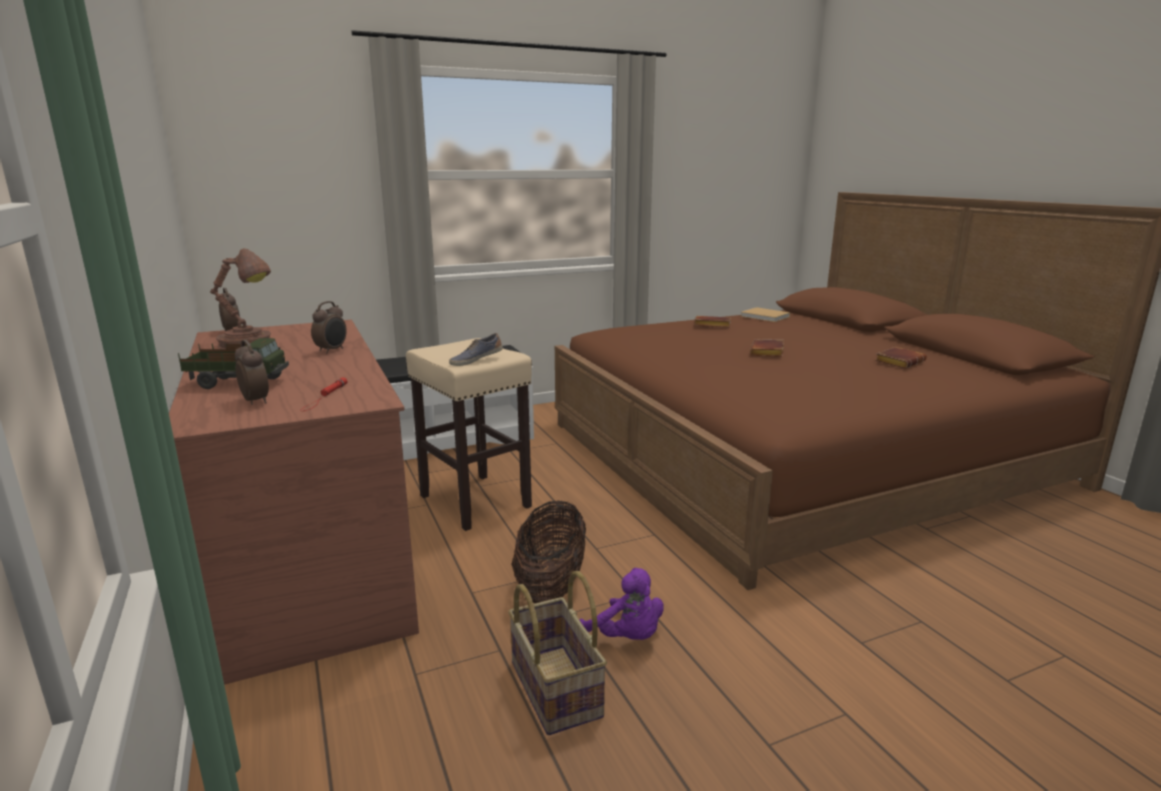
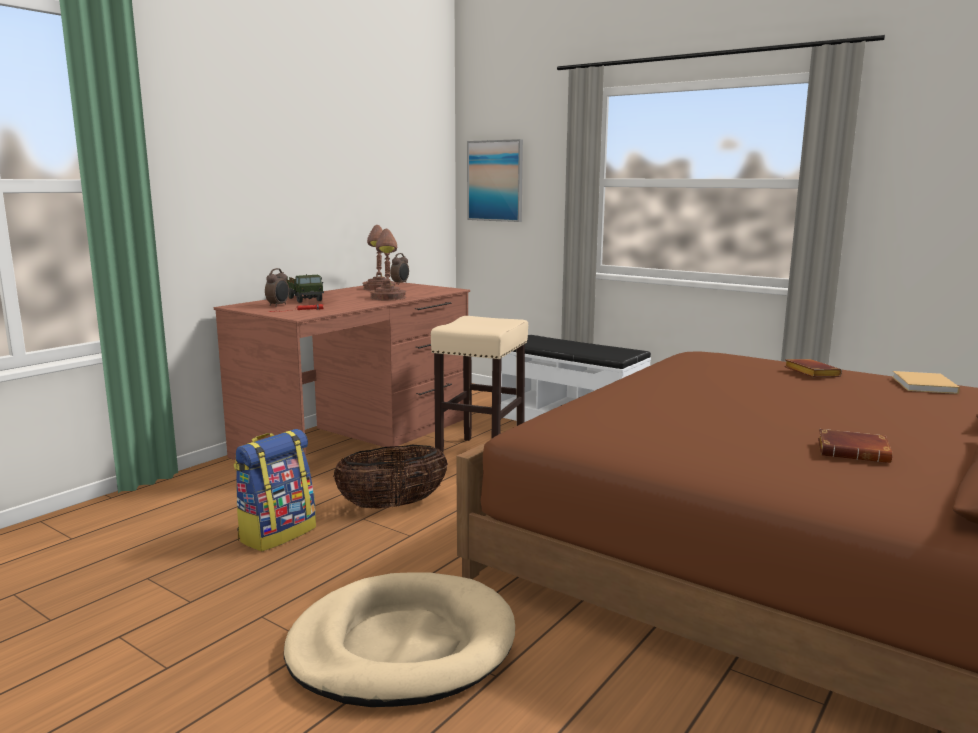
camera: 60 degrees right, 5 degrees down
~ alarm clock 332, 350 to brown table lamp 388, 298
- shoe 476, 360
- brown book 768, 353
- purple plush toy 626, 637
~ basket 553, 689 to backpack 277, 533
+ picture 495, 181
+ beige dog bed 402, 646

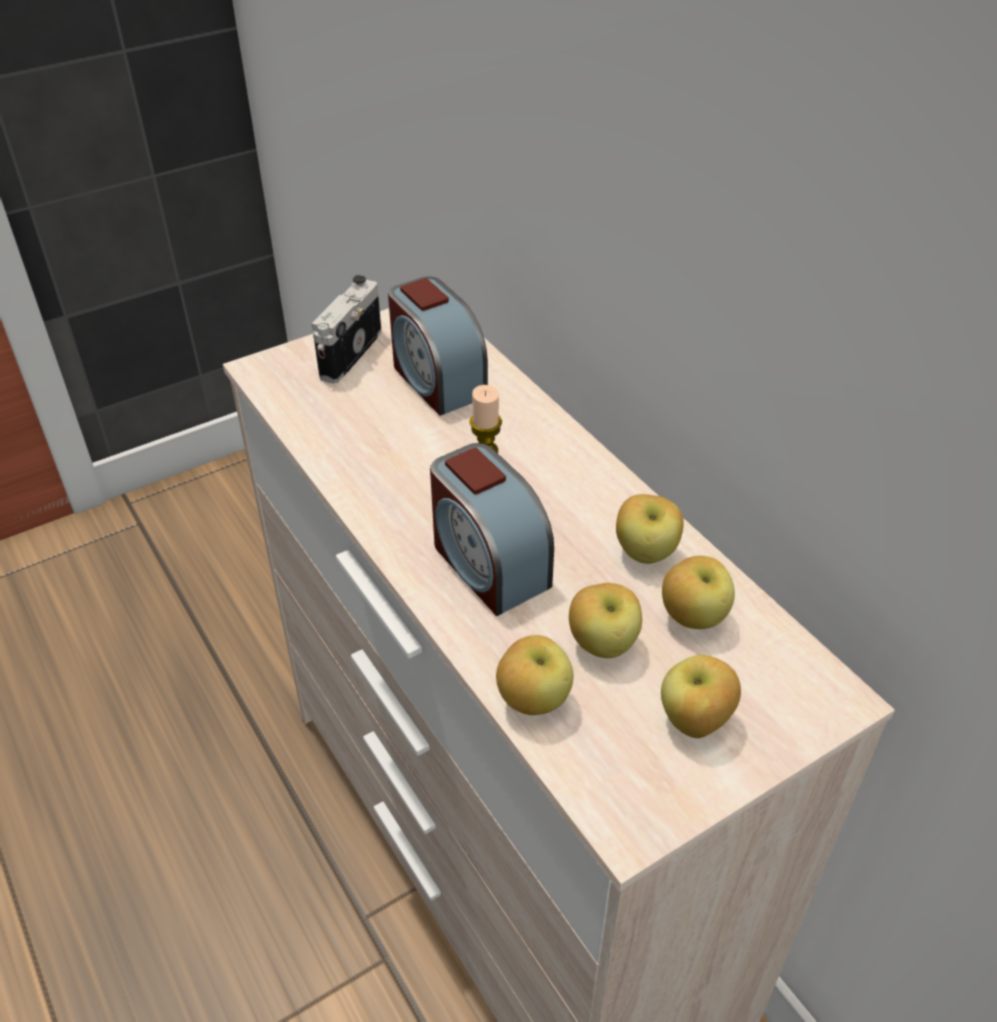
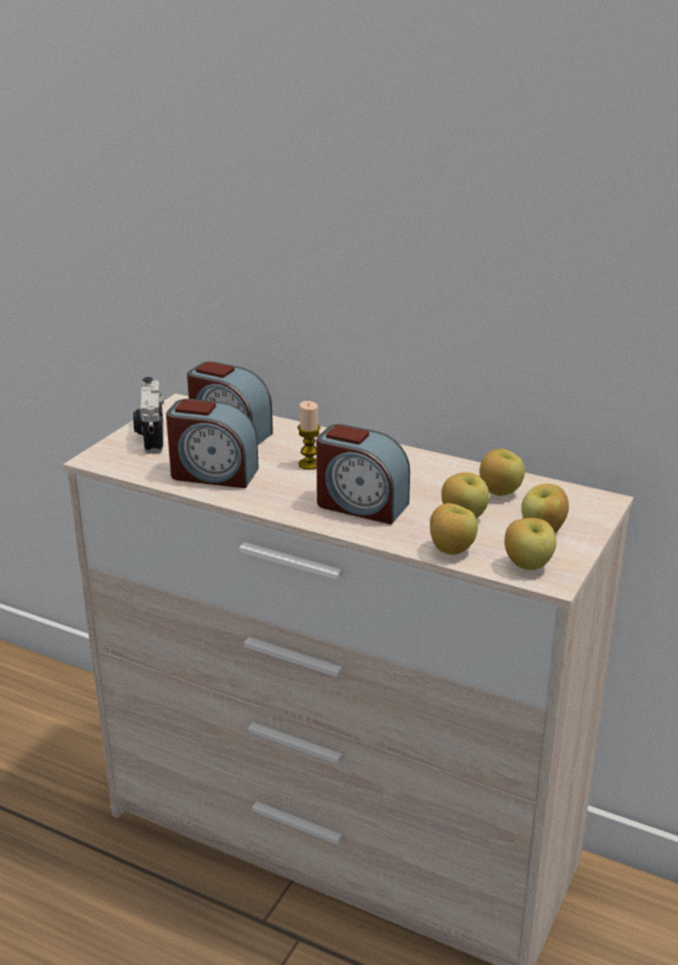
camera: 30 degrees left, 15 degrees down
~ apple 646, 553 to 528, 566
+ alarm clock 213, 474

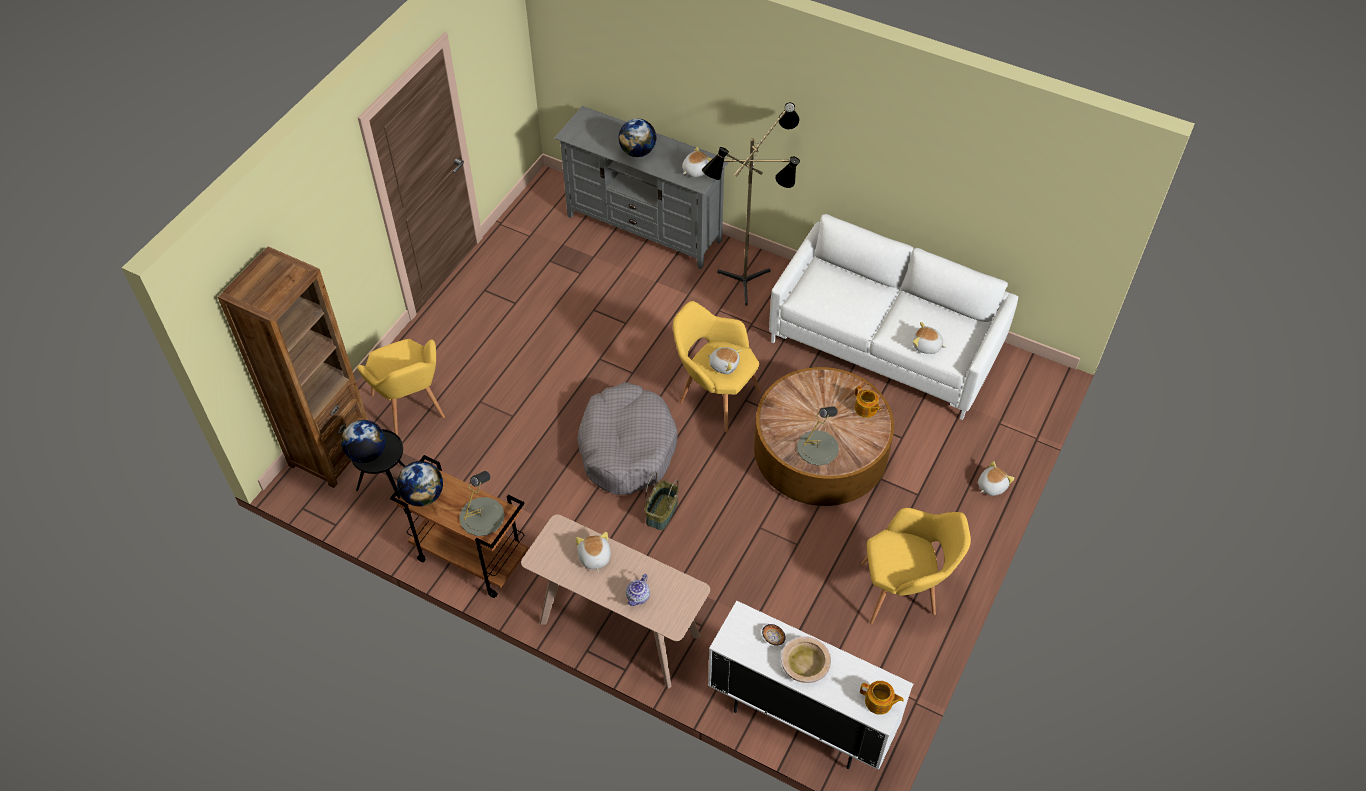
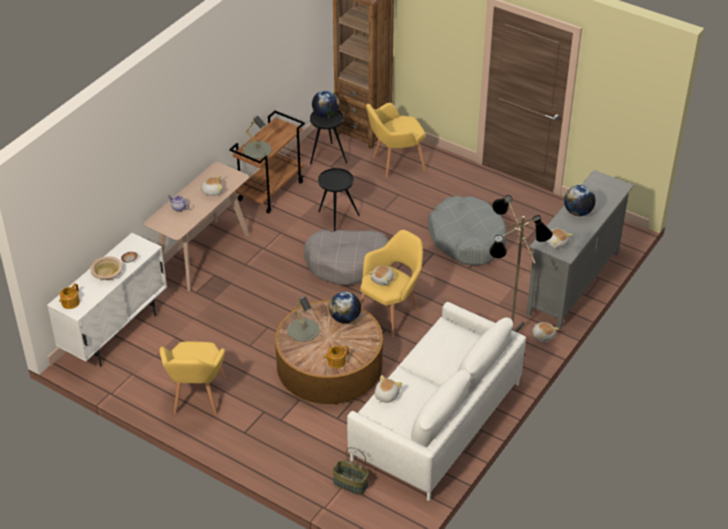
camera: 95 degrees right, 10 degrees down
~ globe 423, 495 to 345, 319
~ plush toy 991, 485 to 543, 336
~ basket 662, 512 to 350, 484
+ black side table 336, 219
+ grey dog bed 467, 239

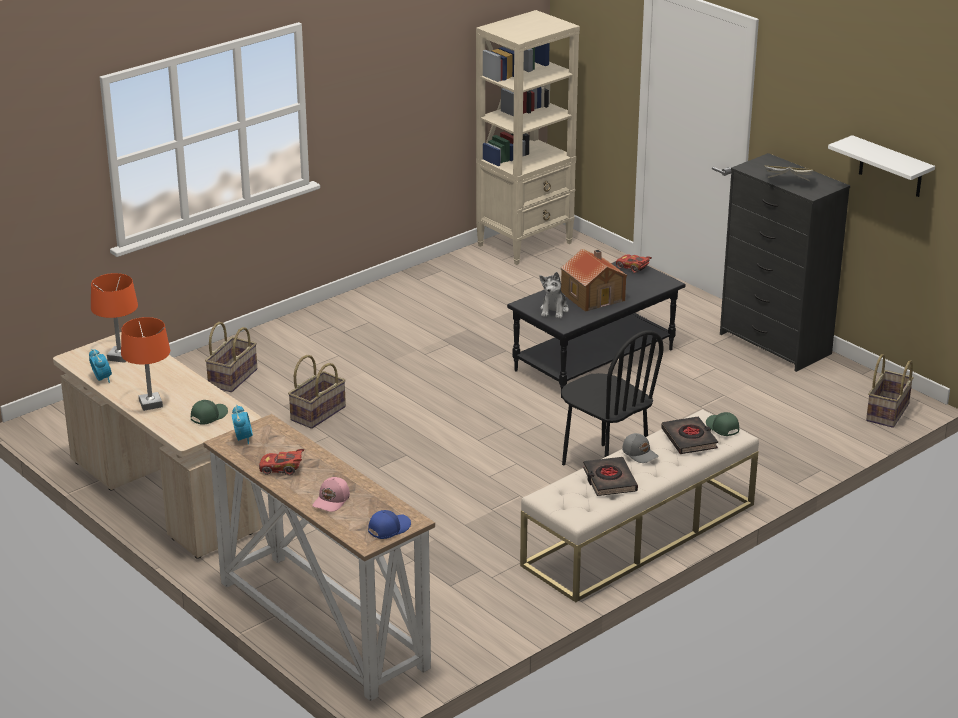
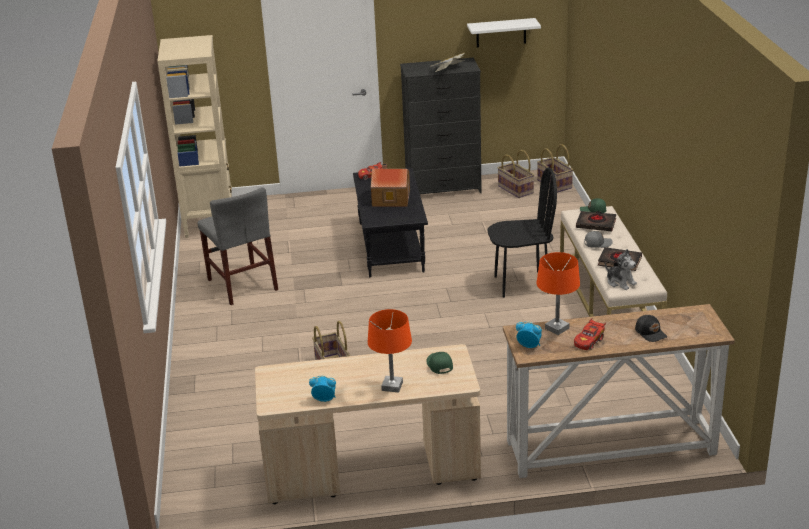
camera: 55 degrees left, 0 degrees up
~ plush toy 554, 310 to 620, 282
~ orange table lamp 119, 357 to 556, 328
~ basket 232, 378 to 515, 190
~ pink cap 332, 501 to black cap 651, 333
- blue cap 388, 528
+ grey chair 242, 285

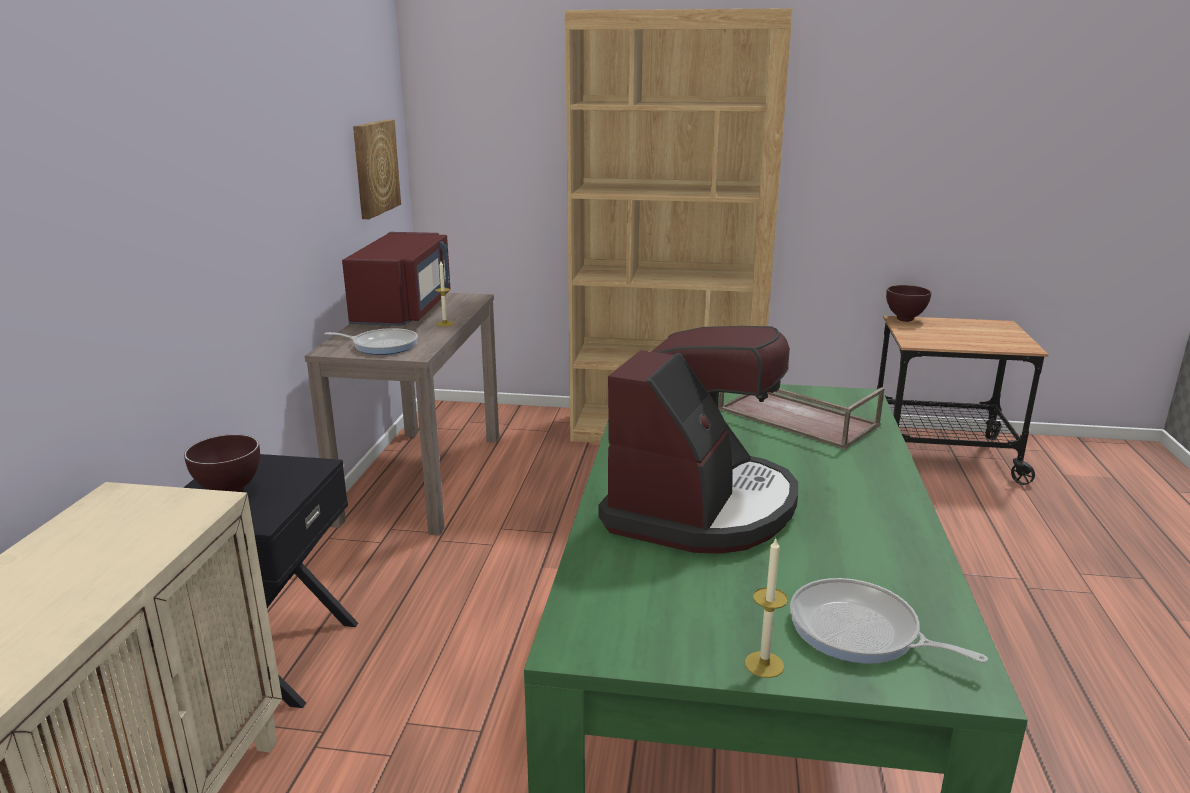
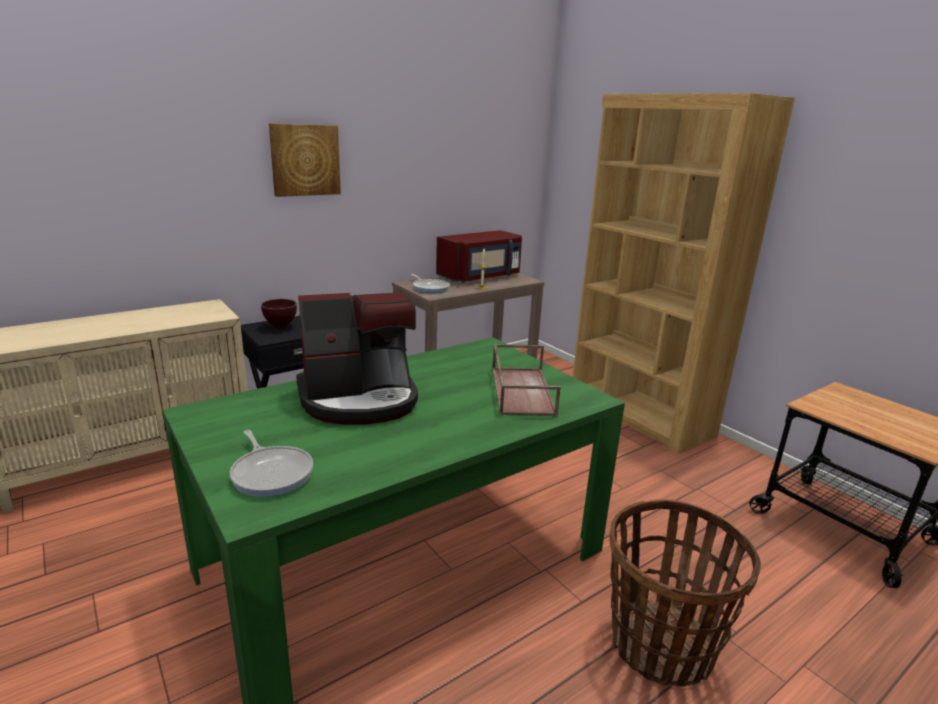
camera: 45 degrees right, 0 degrees up
~ picture 374, 167 to 305, 160
- brown bowl 904, 320
- candle 764, 664
~ frying pan 860, 632 = 271, 473 150 degrees clockwise
+ basket 660, 646

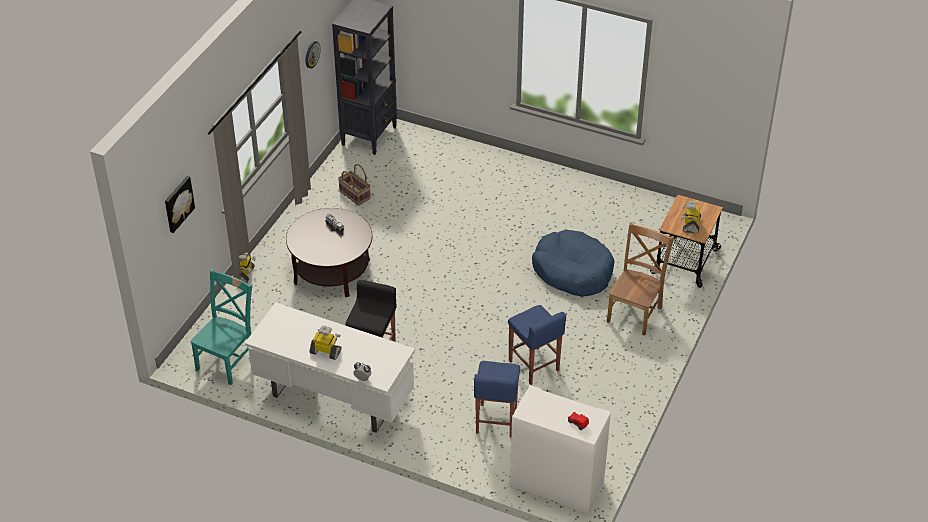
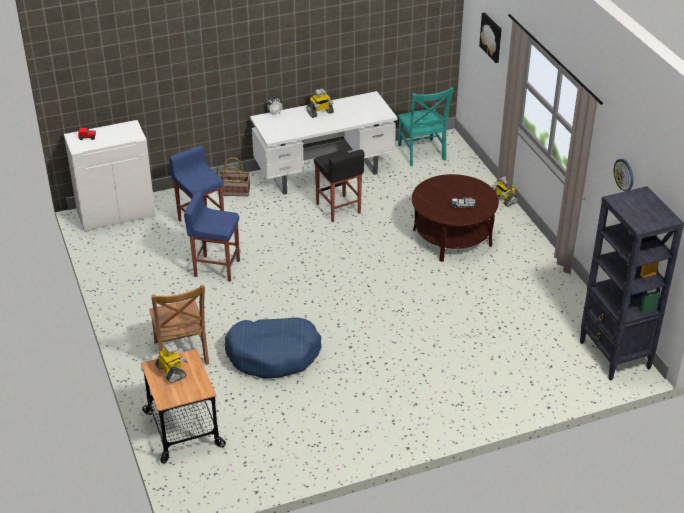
camera: 135 degrees right, 5 degrees down
~ basket 354, 195 to 234, 191

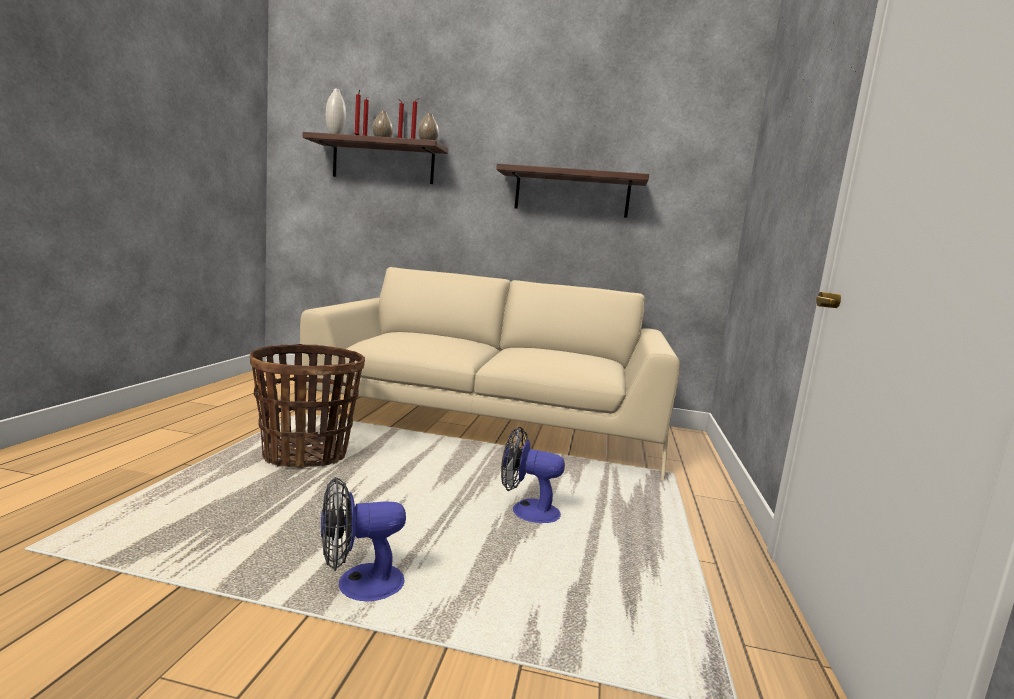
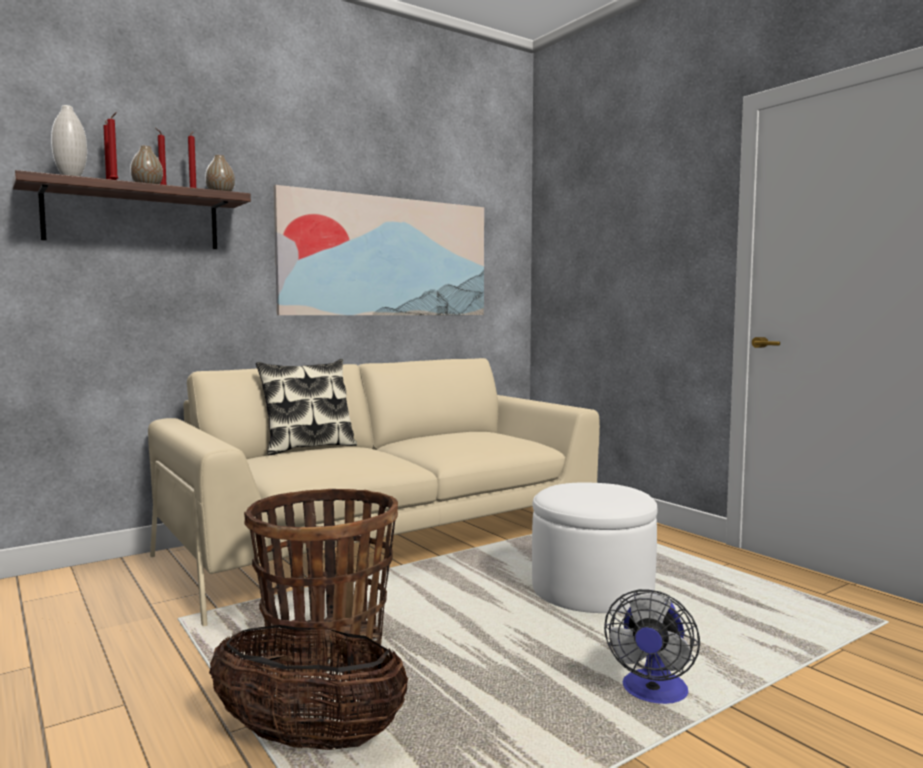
camera: 45 degrees left, 5 degrees down
~ shelf 572, 194 to picture 387, 257
~ fan 527, 510 to white ottoman 592, 589
+ pillow 308, 448
+ basket 308, 739

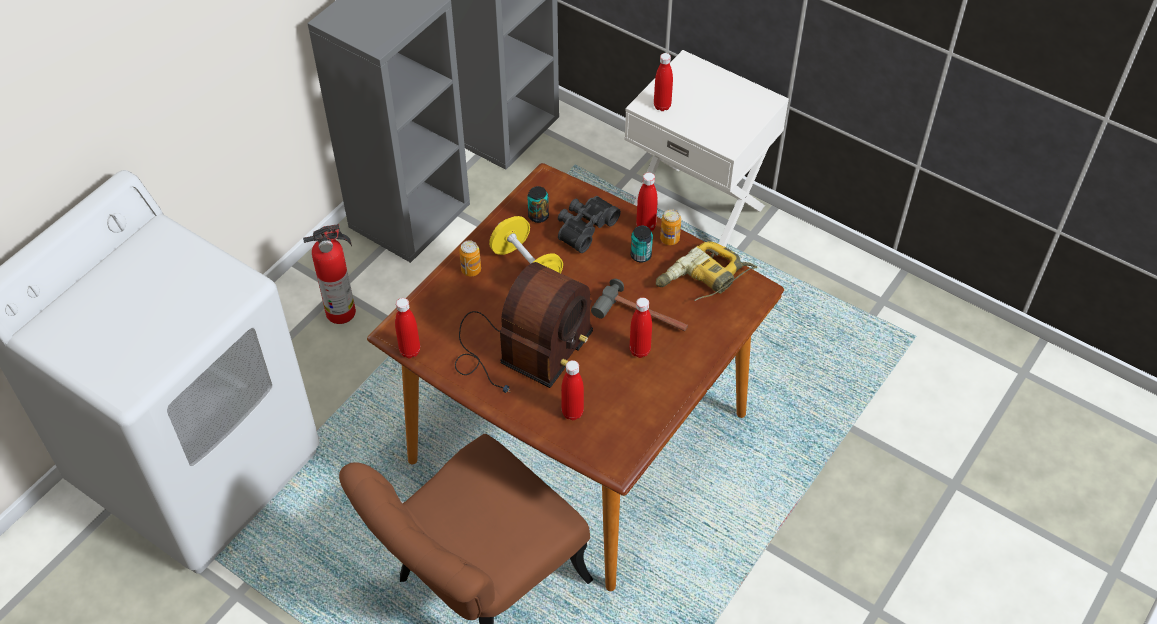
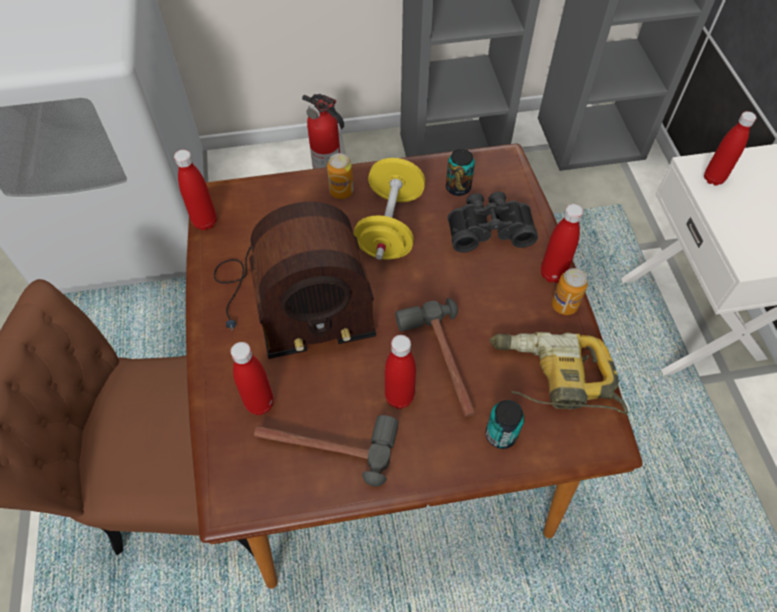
camera: 45 degrees right, 5 degrees up
~ can 640, 255 to 501, 435
+ hammer 325, 444

